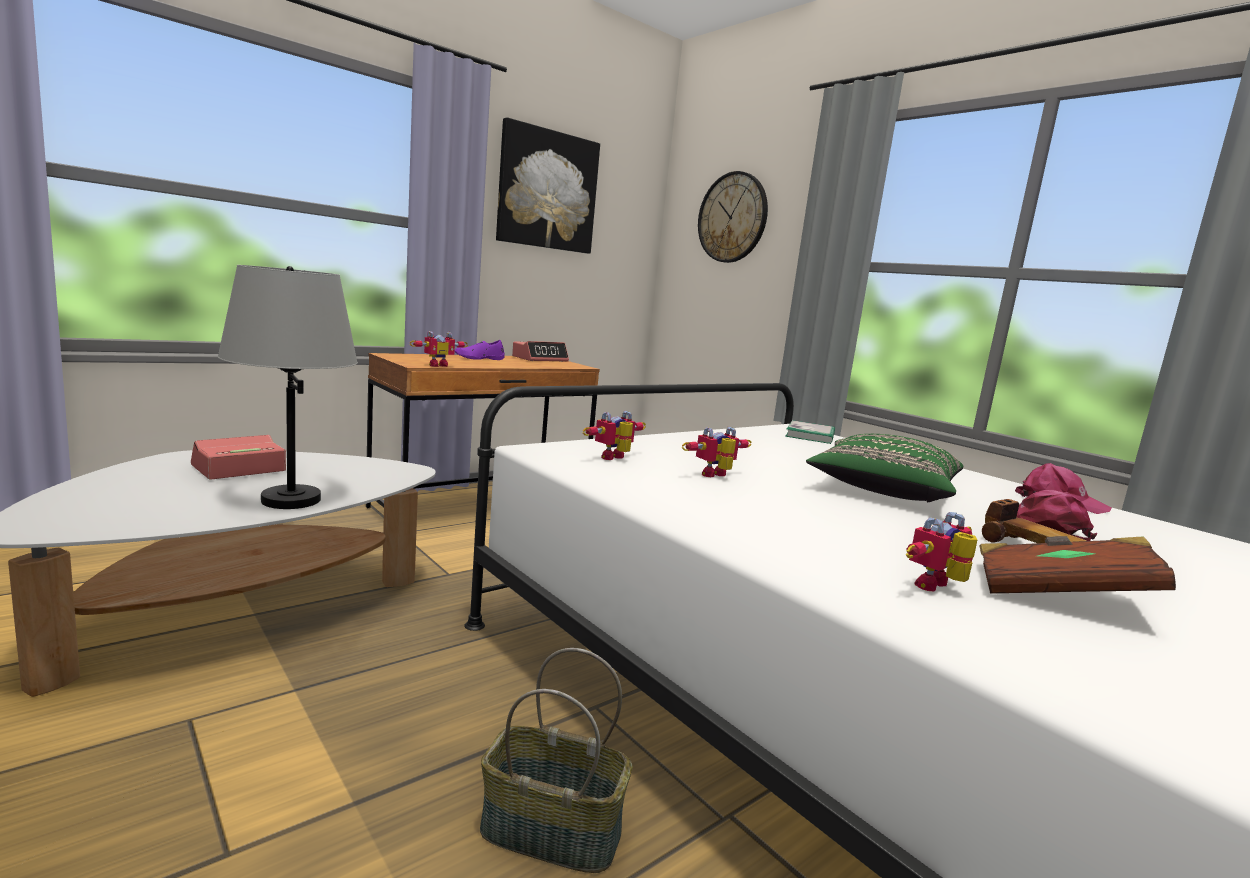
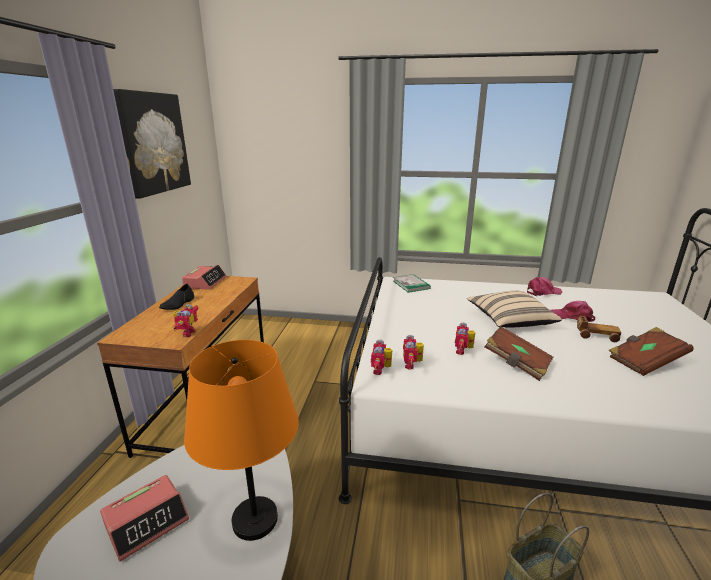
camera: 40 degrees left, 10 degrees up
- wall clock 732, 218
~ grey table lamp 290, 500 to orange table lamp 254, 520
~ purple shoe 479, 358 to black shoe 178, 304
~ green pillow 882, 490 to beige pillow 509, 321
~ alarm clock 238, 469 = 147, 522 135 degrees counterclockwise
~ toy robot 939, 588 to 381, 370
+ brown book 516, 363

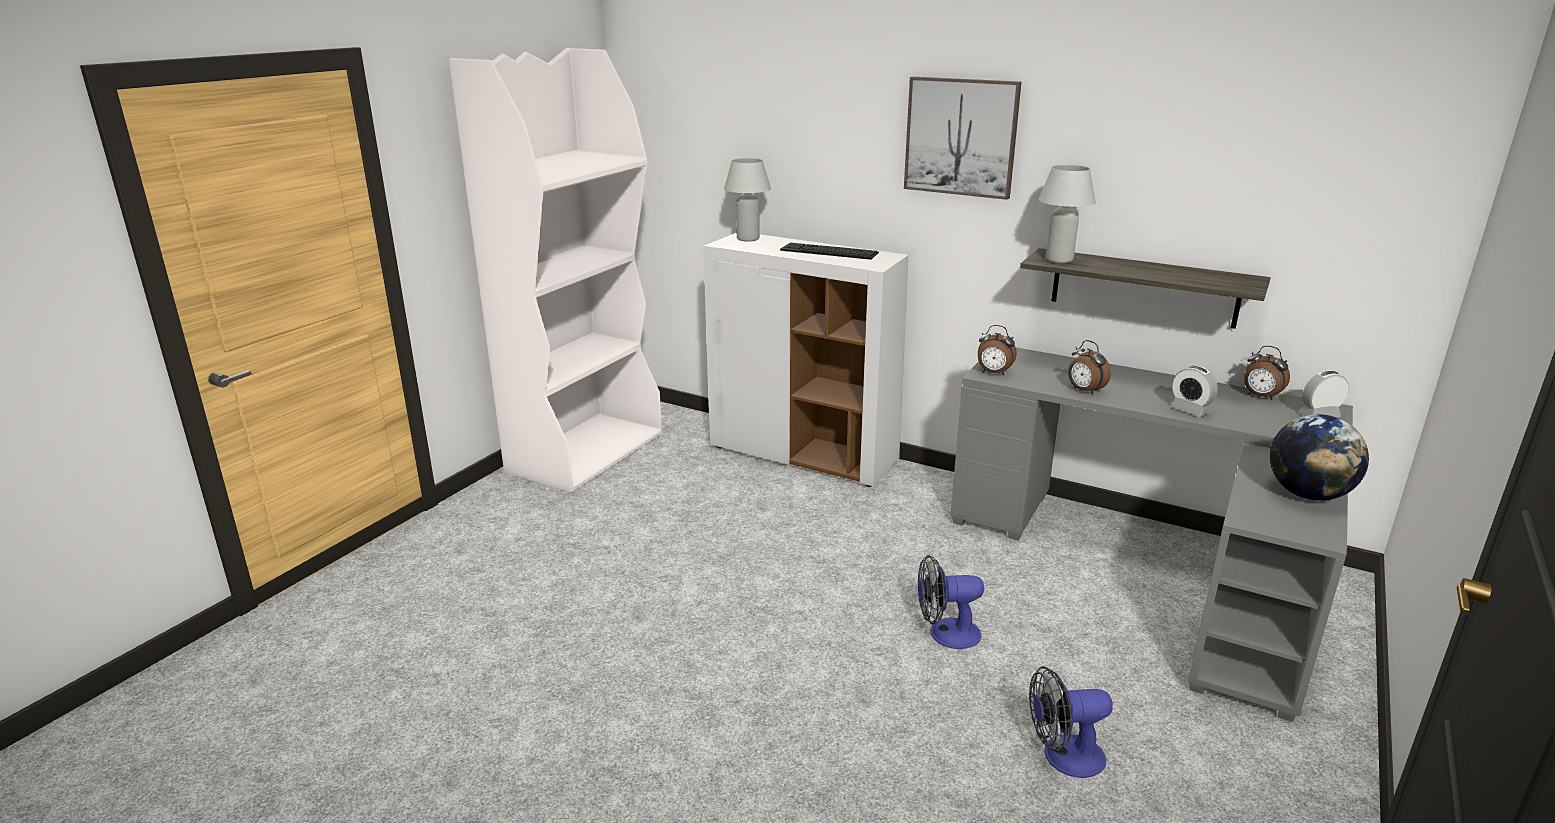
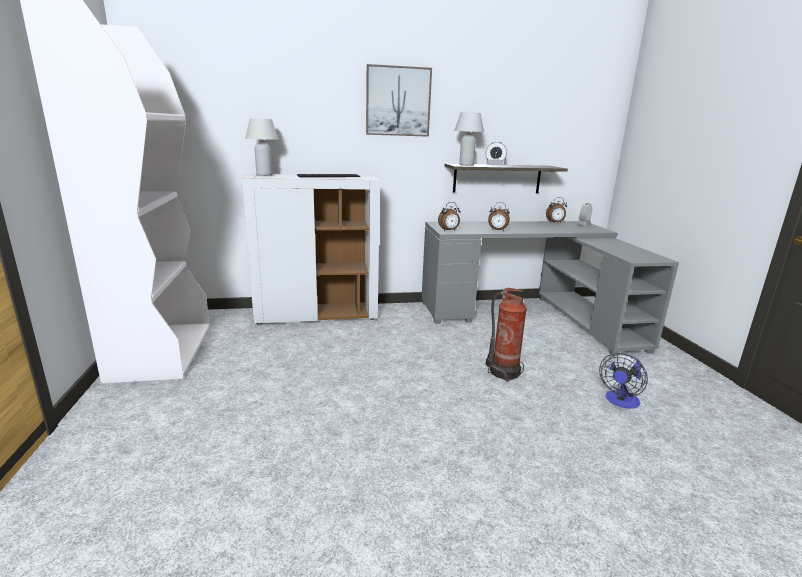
camera: 40 degrees left, 5 degrees down
~ alarm clock 1189, 410 to 494, 165
- globe 1308, 494
~ fan 945, 634 to fire extinguisher 503, 371

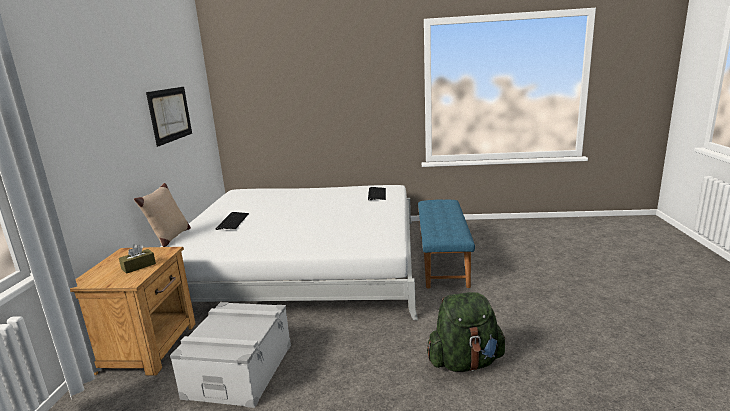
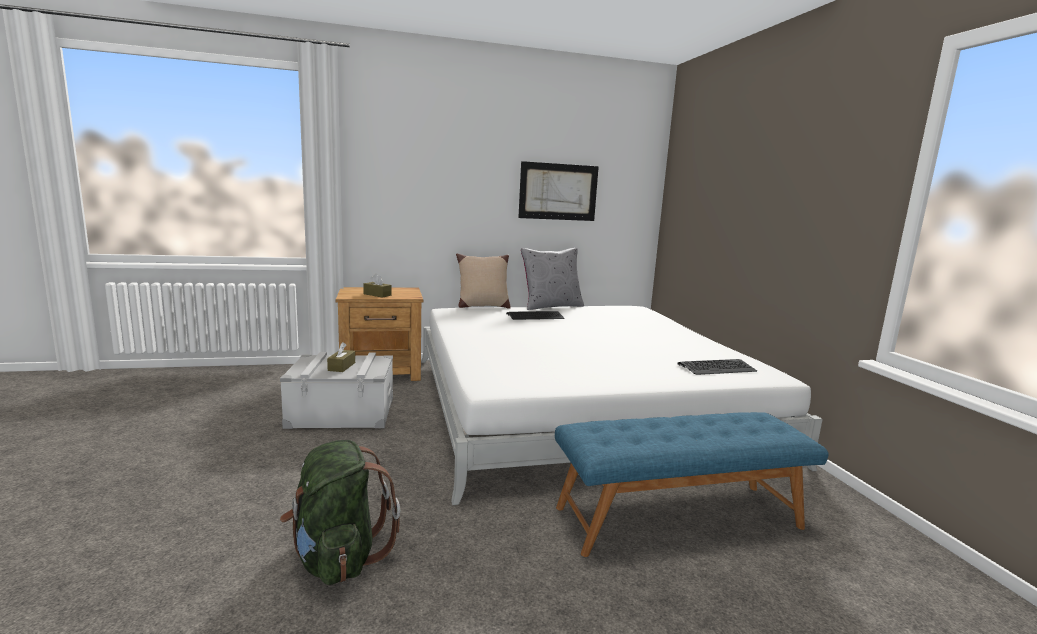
camera: 70 degrees right, 5 degrees down
+ grey pillow 551, 306
+ brown tissue box 341, 366

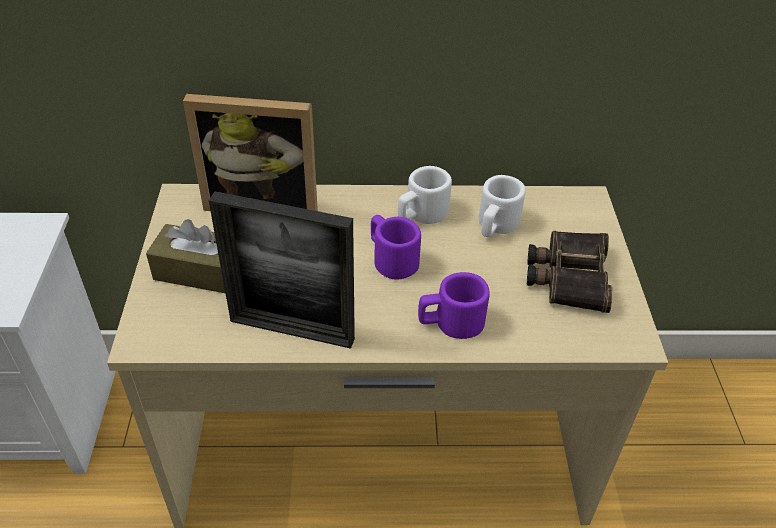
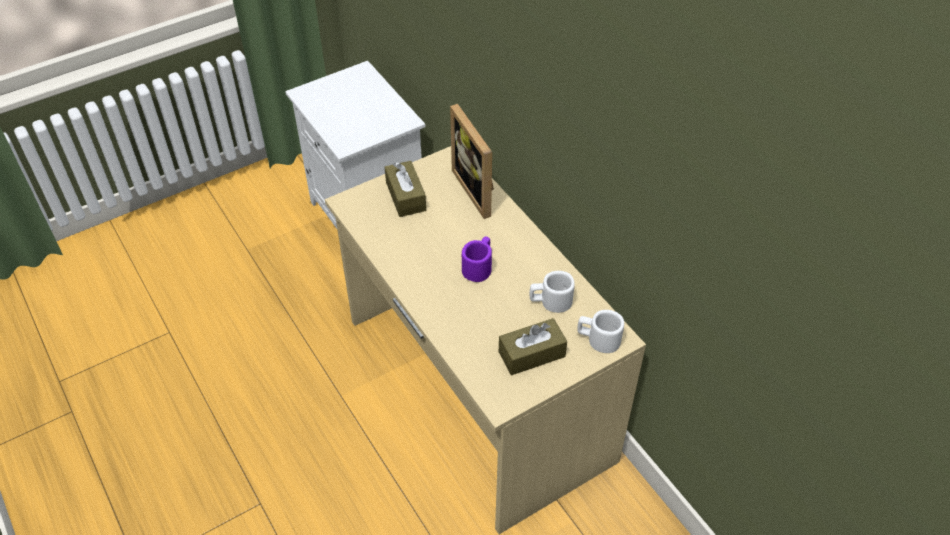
camera: 60 degrees right, 5 degrees up
~ white mug 421, 214 to 598, 339
- picture frame 292, 330
~ binoculars 567, 276 to brown tissue box 531, 354
- purple mug 450, 322

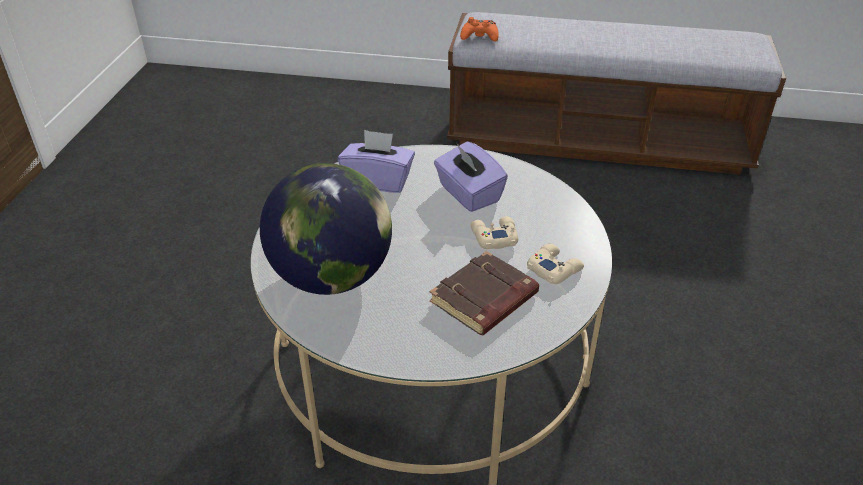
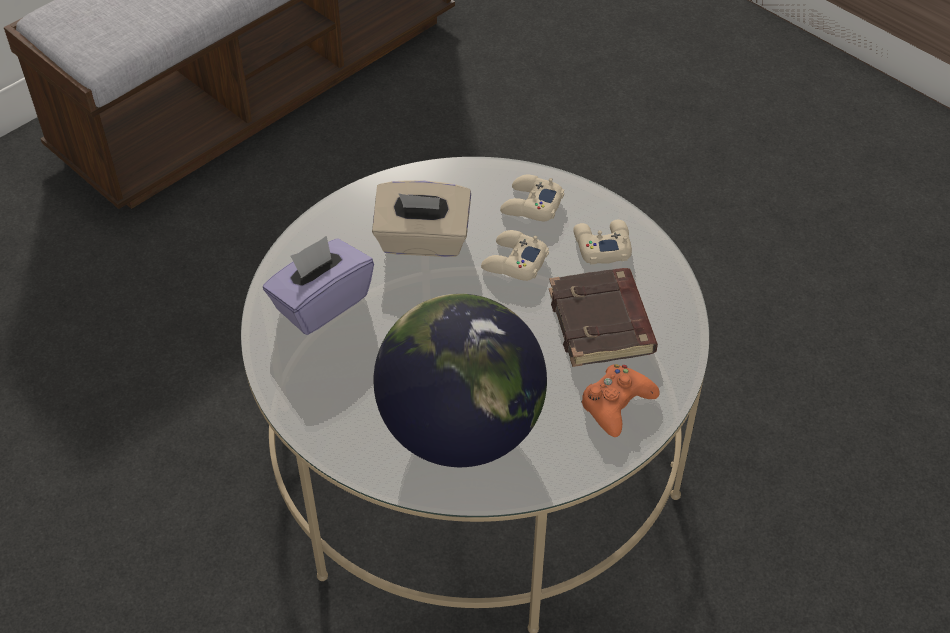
camera: 55 degrees left, 10 degrees up
~ orange game controller 479, 36 to 616, 404
~ purple tissue box 468, 194 to beige tissue box 422, 241
+ beige game controller 531, 205

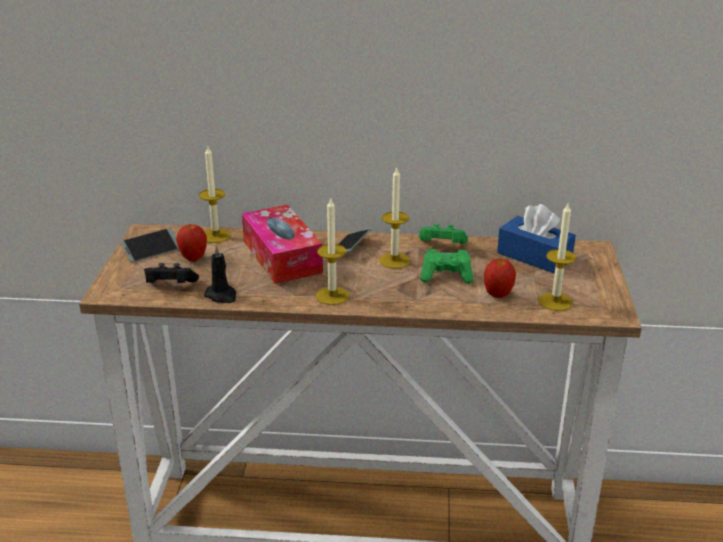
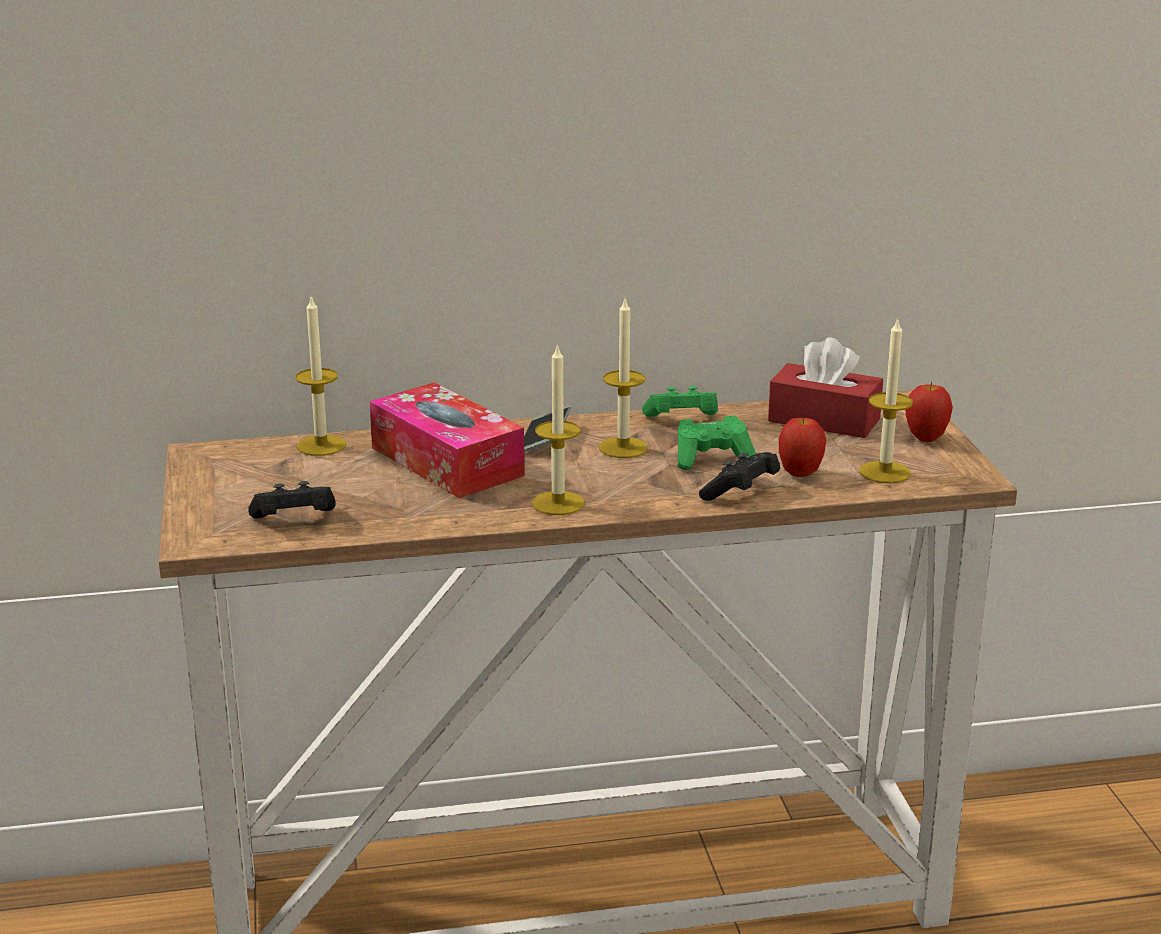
camera: 15 degrees left, 5 degrees down
~ blue tissue box 534, 256 to red tissue box 824, 420
~ apple 193, 258 to 926, 438
- phone 152, 250
- black candle 221, 296
+ black game controller 740, 493

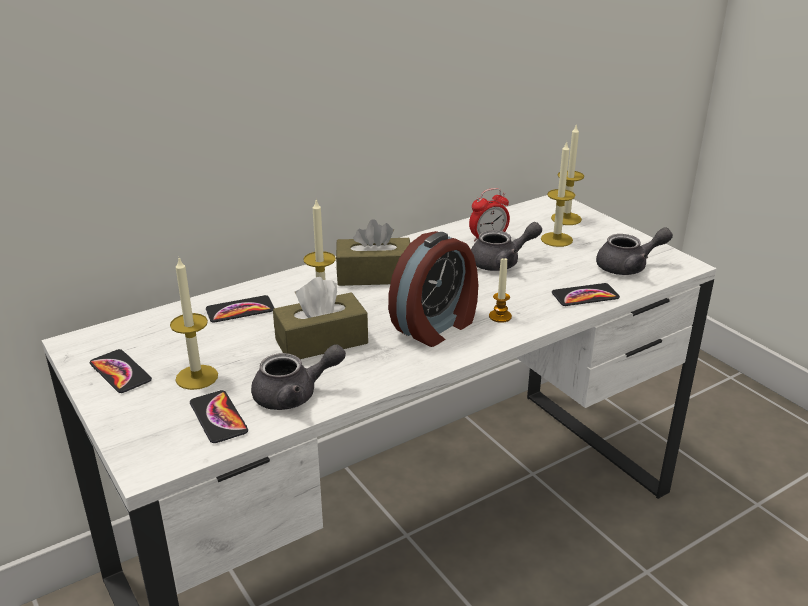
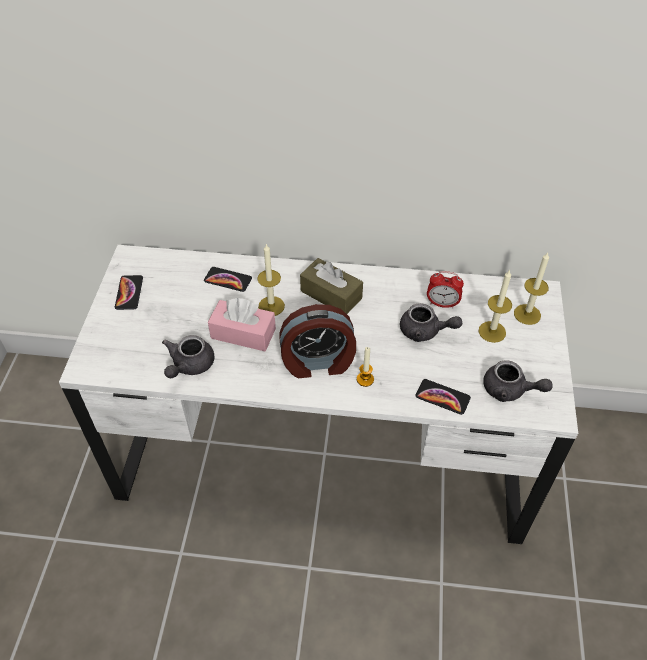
camera: 40 degrees right, 20 degrees up
- candle 197, 377
~ brown tissue box 321, 341 to pink tissue box 243, 333
~ grey teapot 295, 395 = 189, 366 90 degrees clockwise
- phone 218, 417

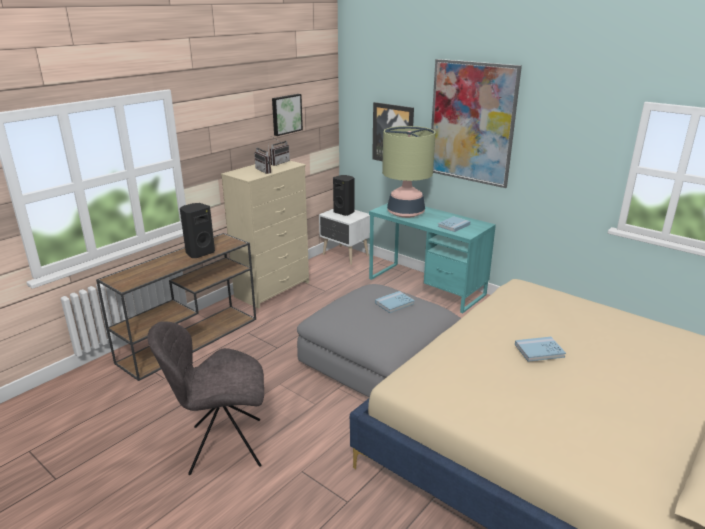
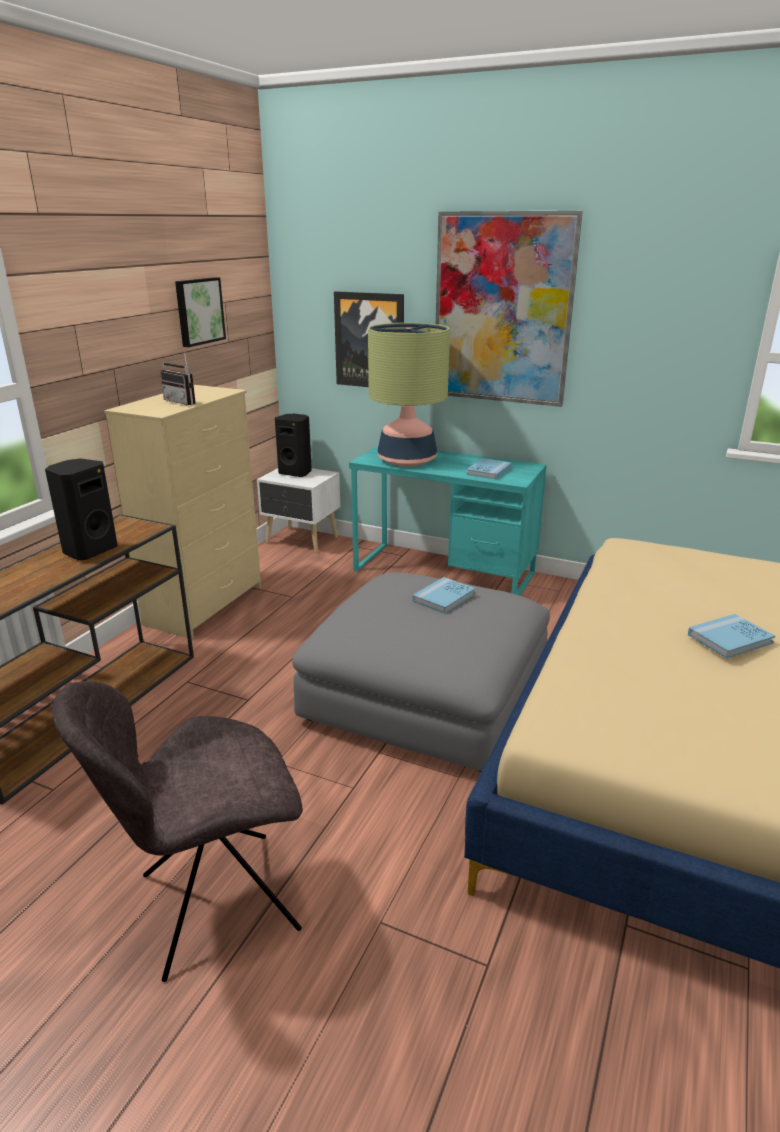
camera: 15 degrees left, 0 degrees up
- radio 278, 163

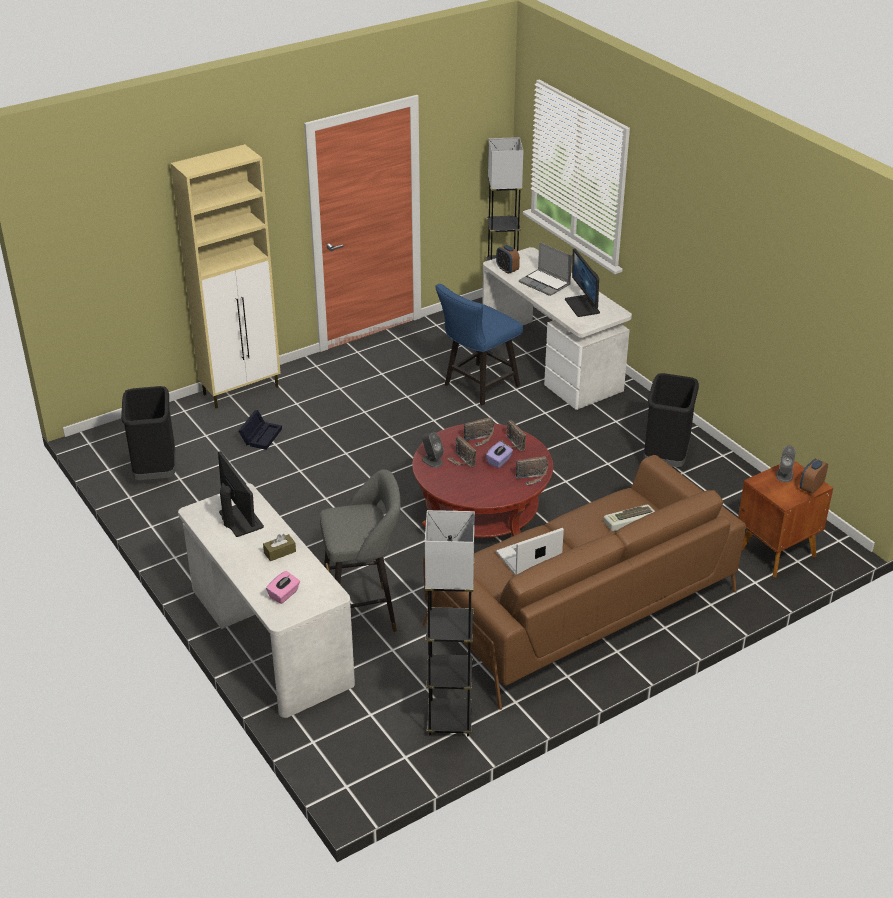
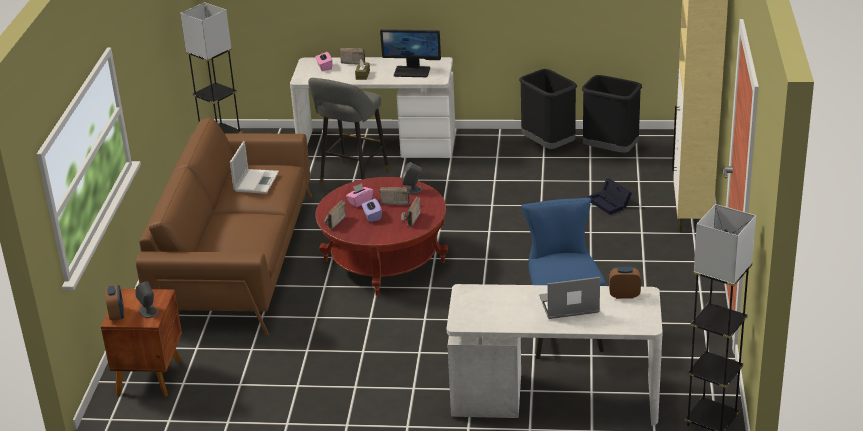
camera: 130 degrees right, 5 degrees down
- monitor 583, 306
~ black trash can 665, 458 to 548, 145
~ radio 512, 445 to 353, 62
- keyboard 630, 521
+ pink tissue box 360, 202

